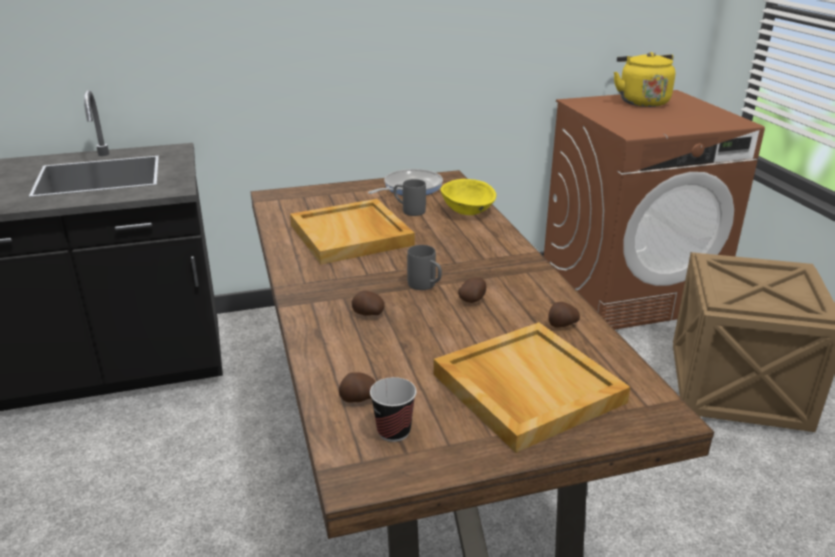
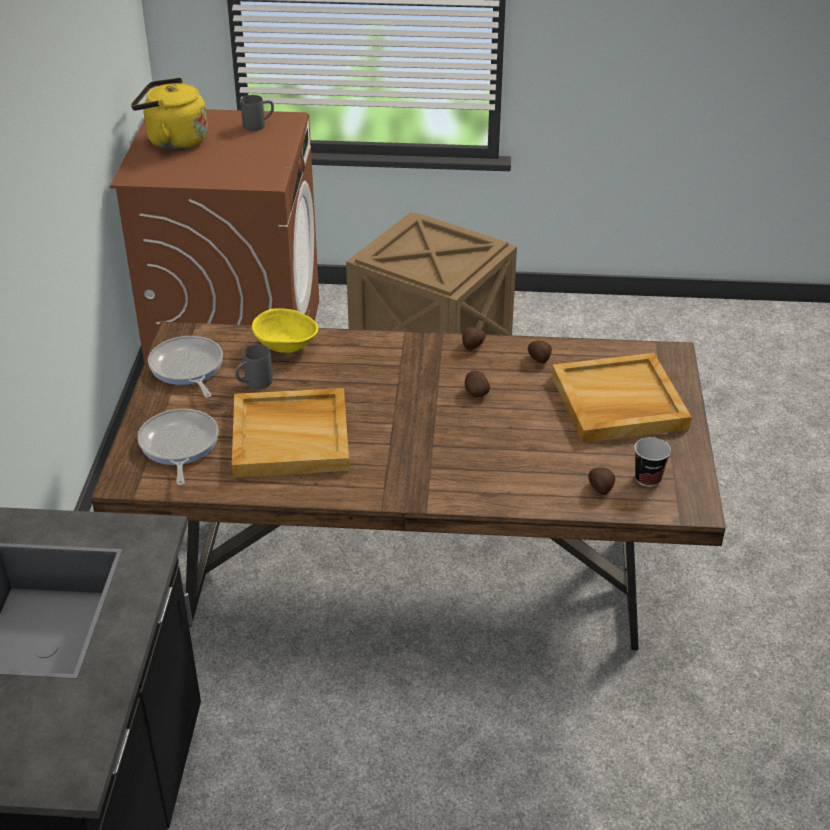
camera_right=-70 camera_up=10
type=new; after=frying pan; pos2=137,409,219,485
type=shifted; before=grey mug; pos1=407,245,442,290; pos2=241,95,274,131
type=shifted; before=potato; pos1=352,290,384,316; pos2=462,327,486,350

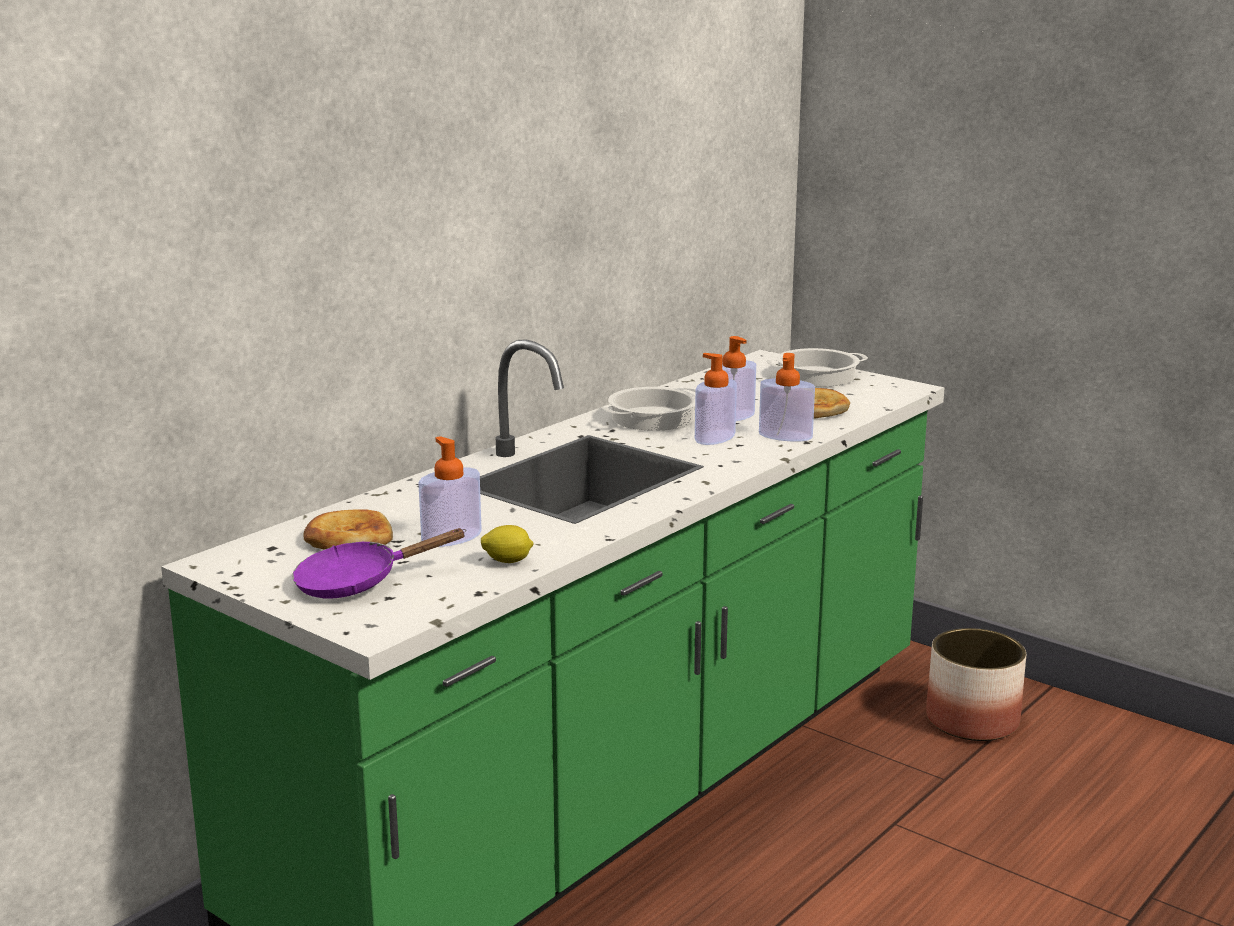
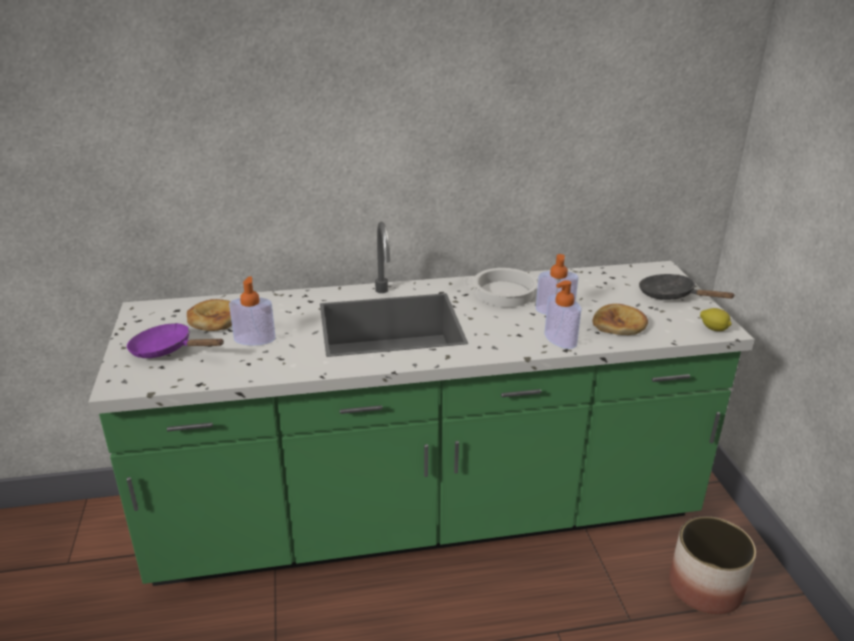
camera_right=40 camera_up=10
type=swapped; before=cooking pot; after=black frying pan; pos1=766,348,868,386; pos2=639,274,736,300
type=shifted; before=lemon; pos1=481,525,534,563; pos2=700,308,731,331
type=gone; before=soap dispenser; pos1=695,353,737,445

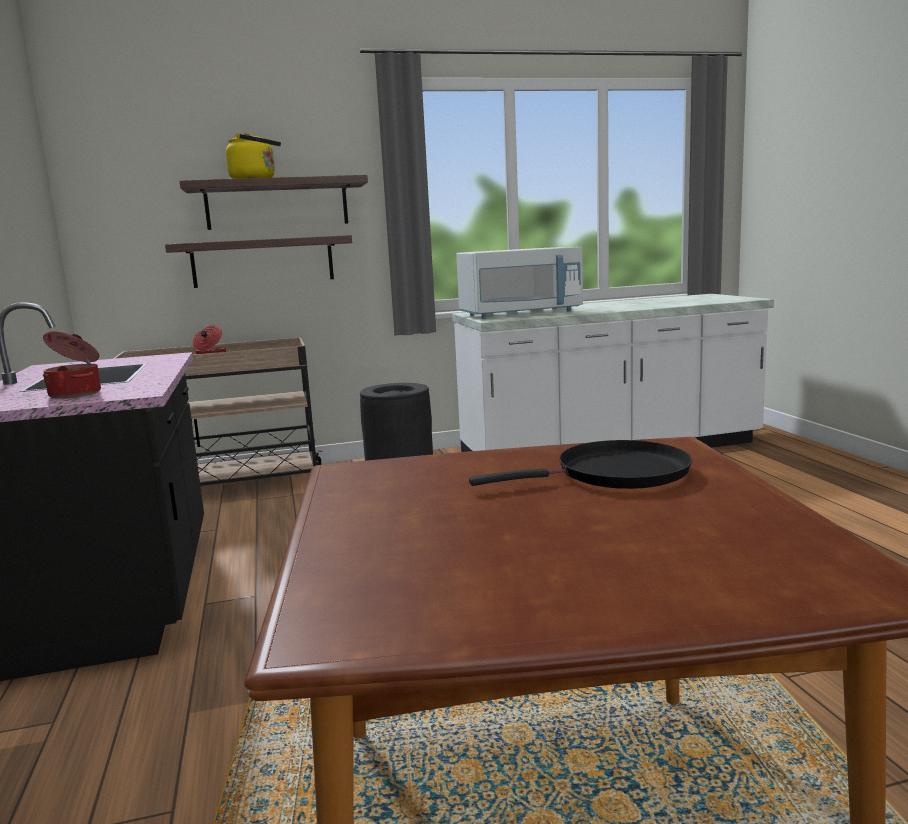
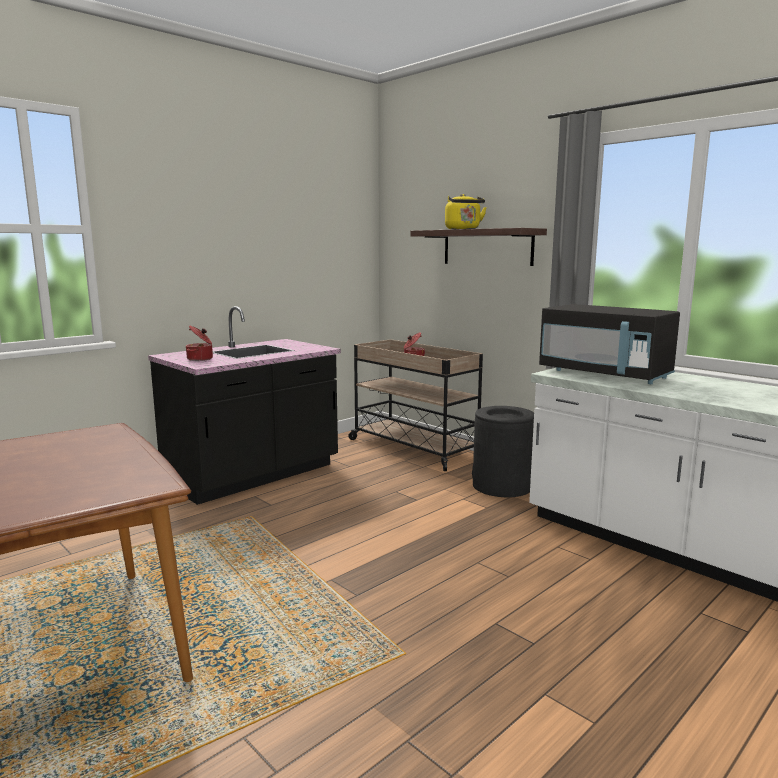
camera_right=60 camera_up=0
type=repainted; before=white microwave; after=black microwave; pos1=456,247,583,319; pos2=539,304,680,384
type=gone; before=shelf; pos1=165,235,352,288
type=gone; before=black frying pan; pos1=469,440,692,489

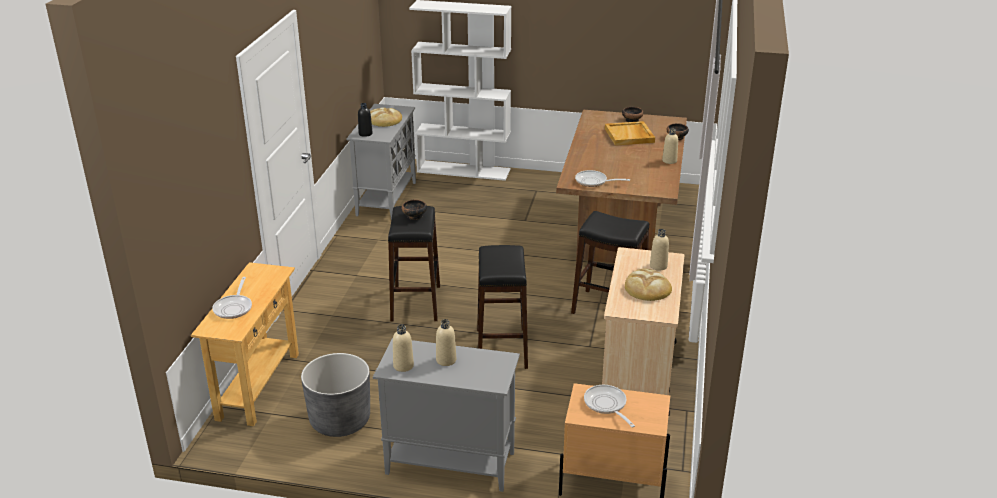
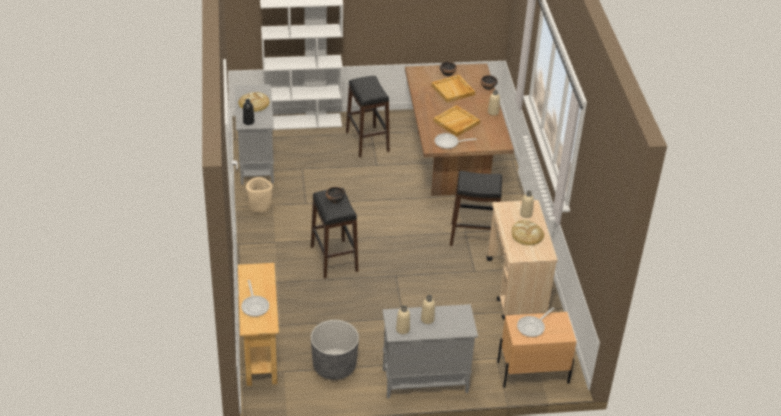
camera_right=-20 camera_up=10
type=new; after=beige planter; pos2=246,177,273,213
type=shifted; before=black stool; pos1=477,245,528,369; pos2=346,76,389,157
type=new; after=beige tray; pos2=433,105,480,137
type=rotated; before=frying pan; pos1=584,385,635,428; pos2=517,307,555,337; turn=-90

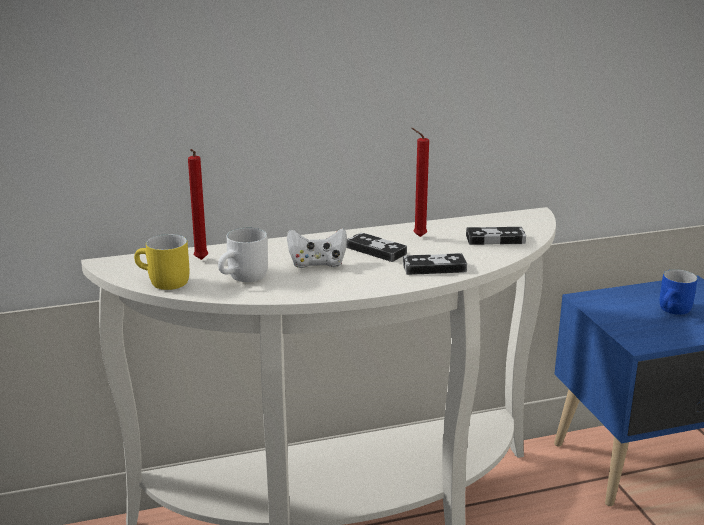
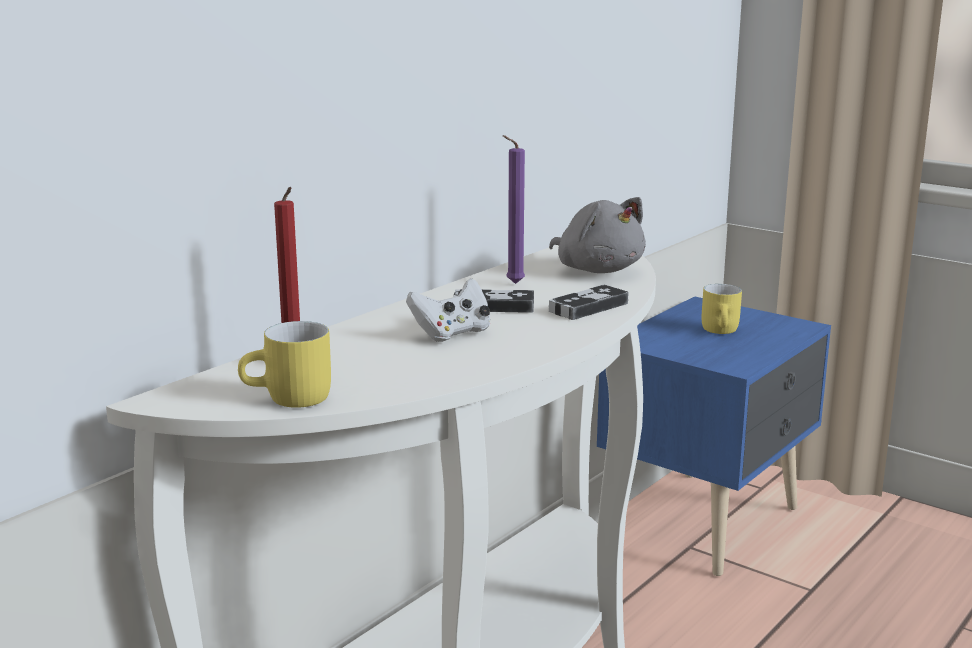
camera_right=-35 camera_up=-5
type=repainted; before=red candle; after=purple candle; pos1=411,128,429,237; pos2=503,135,525,284
type=swapped; before=game controller; after=grey plush toy; pos1=466,227,526,245; pos2=549,197,646,273
type=repainted; before=blue mug; after=yellow mug; pos1=660,269,698,315; pos2=702,284,742,334
type=gone; before=white mug; pos1=218,228,268,282

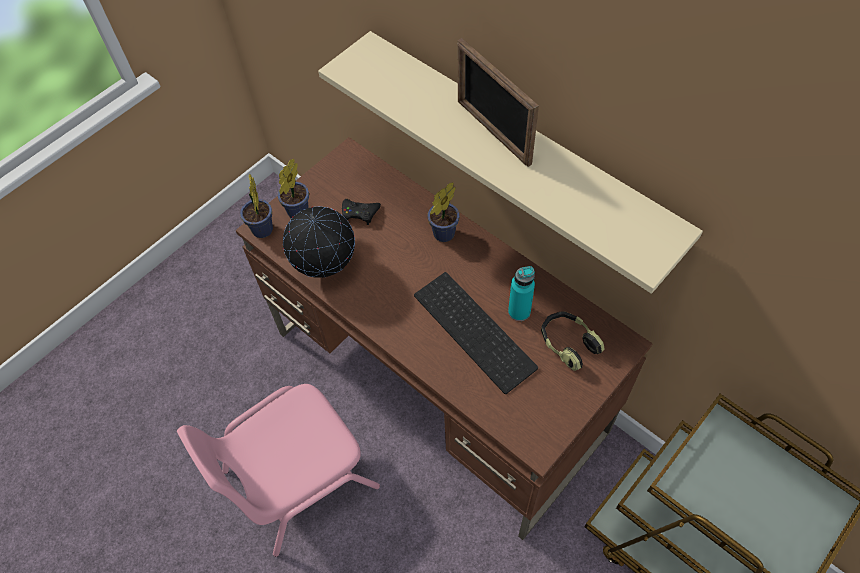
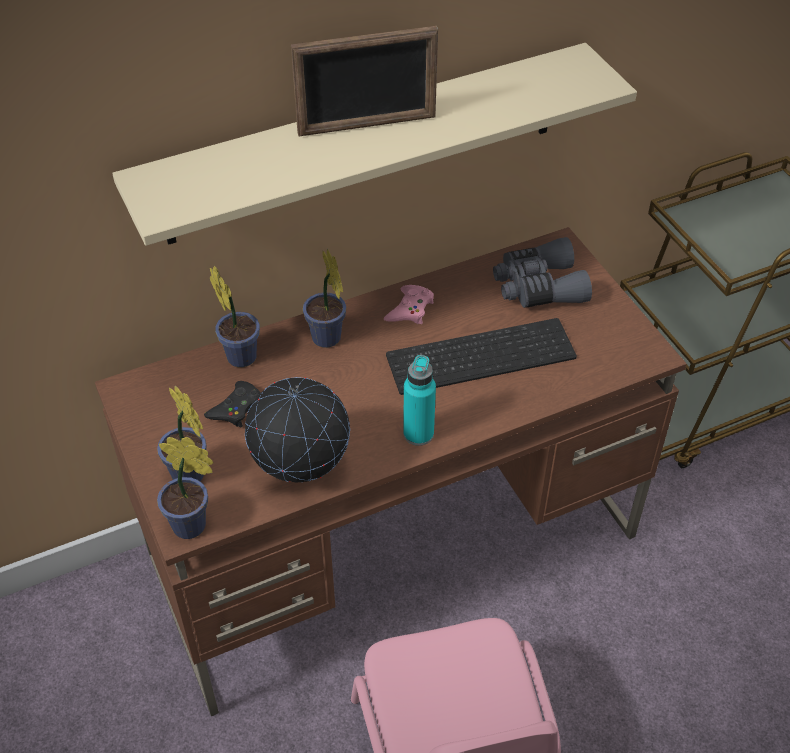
camera_right=-70 camera_up=-10
type=new; after=potted plant; pos2=210,266,260,368
type=new; after=pink game controller; pos2=384,285,434,324
type=shifted; before=turquoise bottle; pos1=508,266,535,321; pos2=403,355,436,446
type=swapped; before=headphones; after=grey binoculars; pos1=541,311,605,371; pos2=493,237,592,308

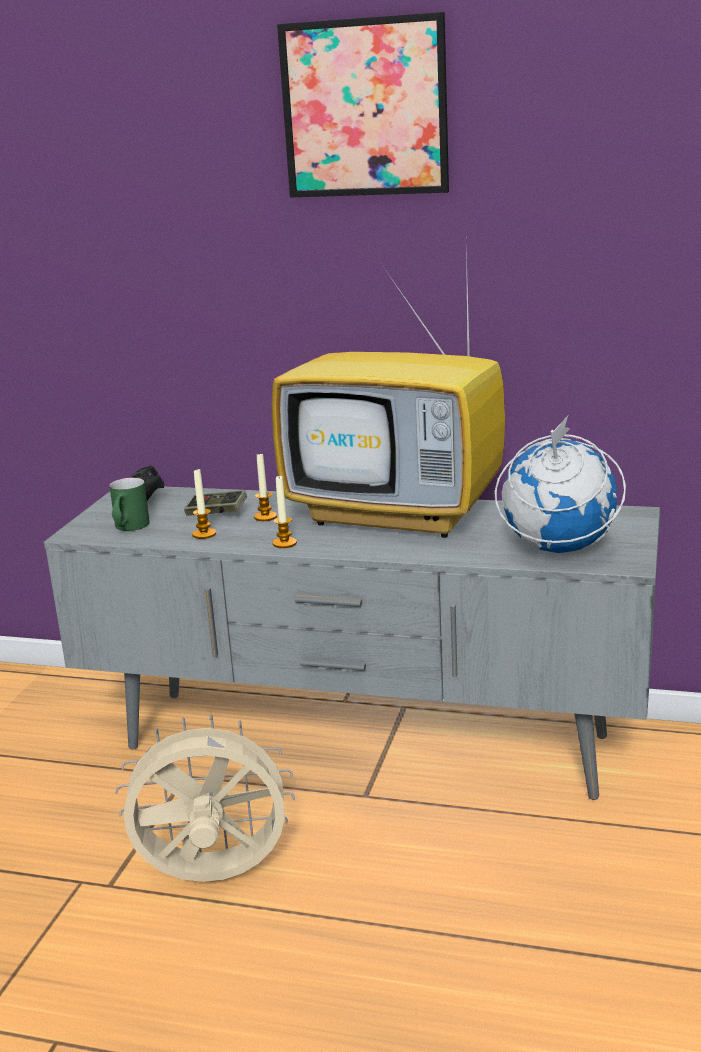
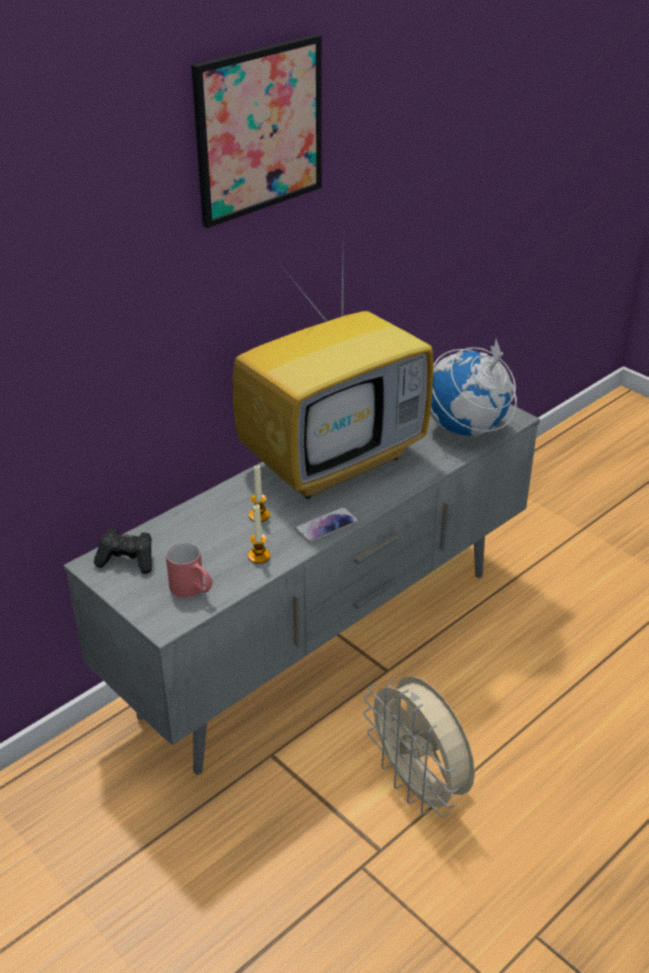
camera_right=-60 camera_up=15
type=repainted; before=green mug; after=red mug; pos1=109,478,150,531; pos2=166,542,213,598
type=swapped; before=candle; after=phone; pos1=272,476,297,548; pos2=295,507,359,543
type=rotated; before=beige fan; pos1=116,715,295,882; pos2=363,676,475,817; turn=-60
type=gone; before=game controller; pos1=184,490,247,516

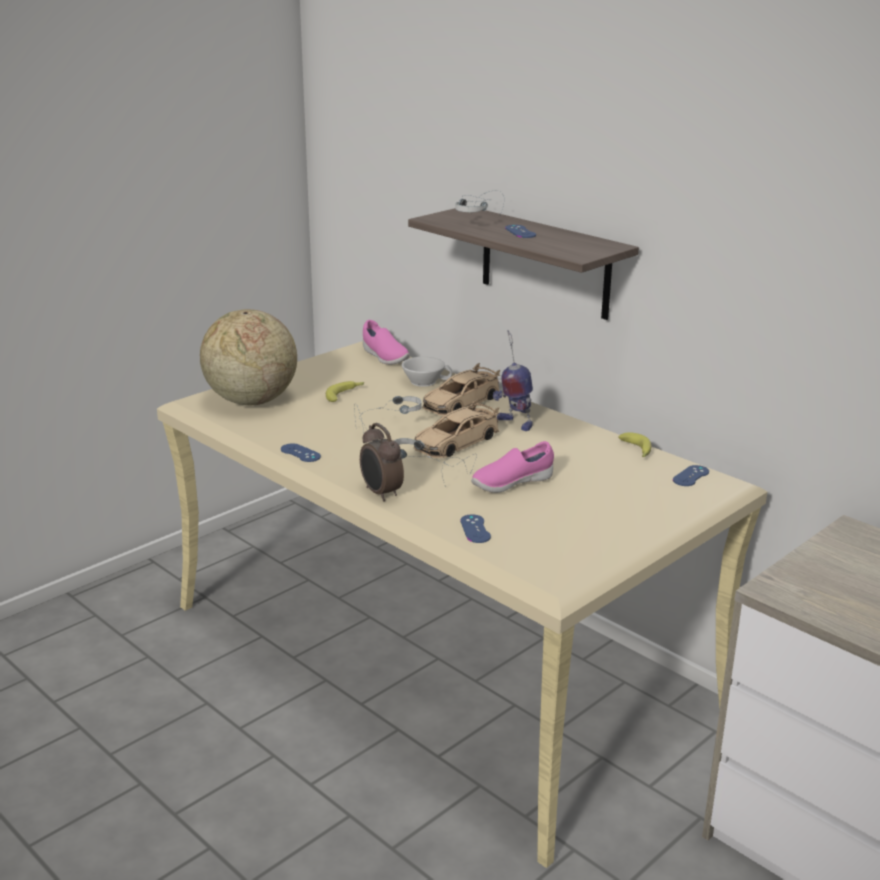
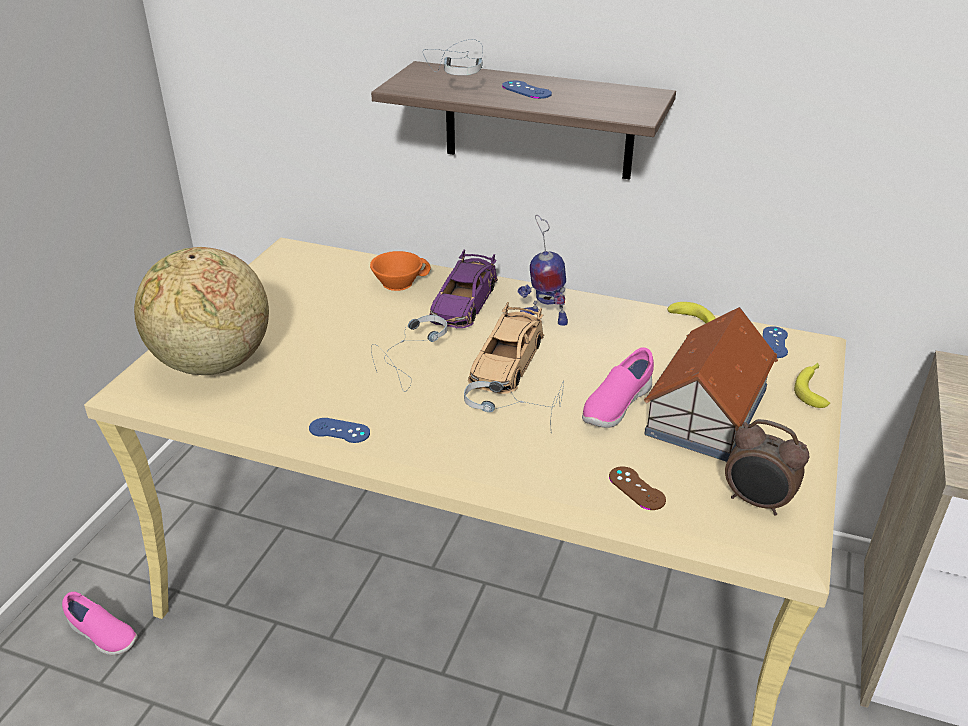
camera_right=-25 camera_up=10
type=shifted; before=pink shoe; pos1=363,320,410,365; pos2=62,592,138,655
type=repainted; before=white cup; after=orange cup; pos1=402,357,452,387; pos2=370,251,431,291
type=repainted; before=beige toy car; after=purple toy car; pos1=422,363,500,416; pos2=430,250,498,328
type=repainted; before=blue game controller; after=brown game controller; pos1=460,514,491,543; pos2=609,466,666,510
type=new; after=toy house; pos2=644,307,778,462
type=shifted; before=alarm clock; pos1=360,423,404,502; pos2=725,419,809,516
type=shifted; before=banana; pos1=326,381,364,402; pos2=794,363,830,408

